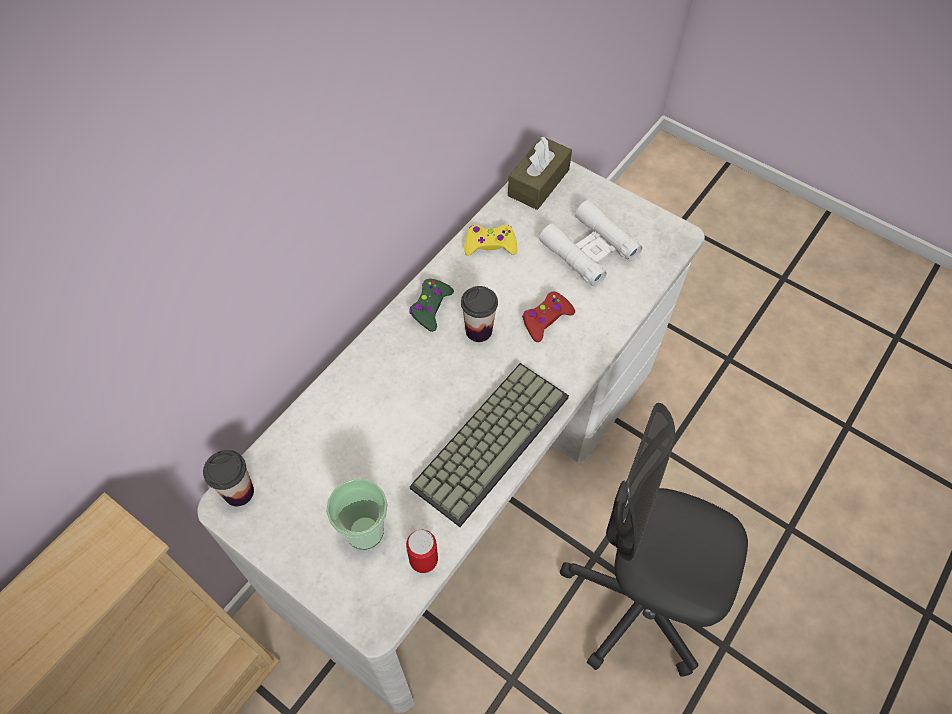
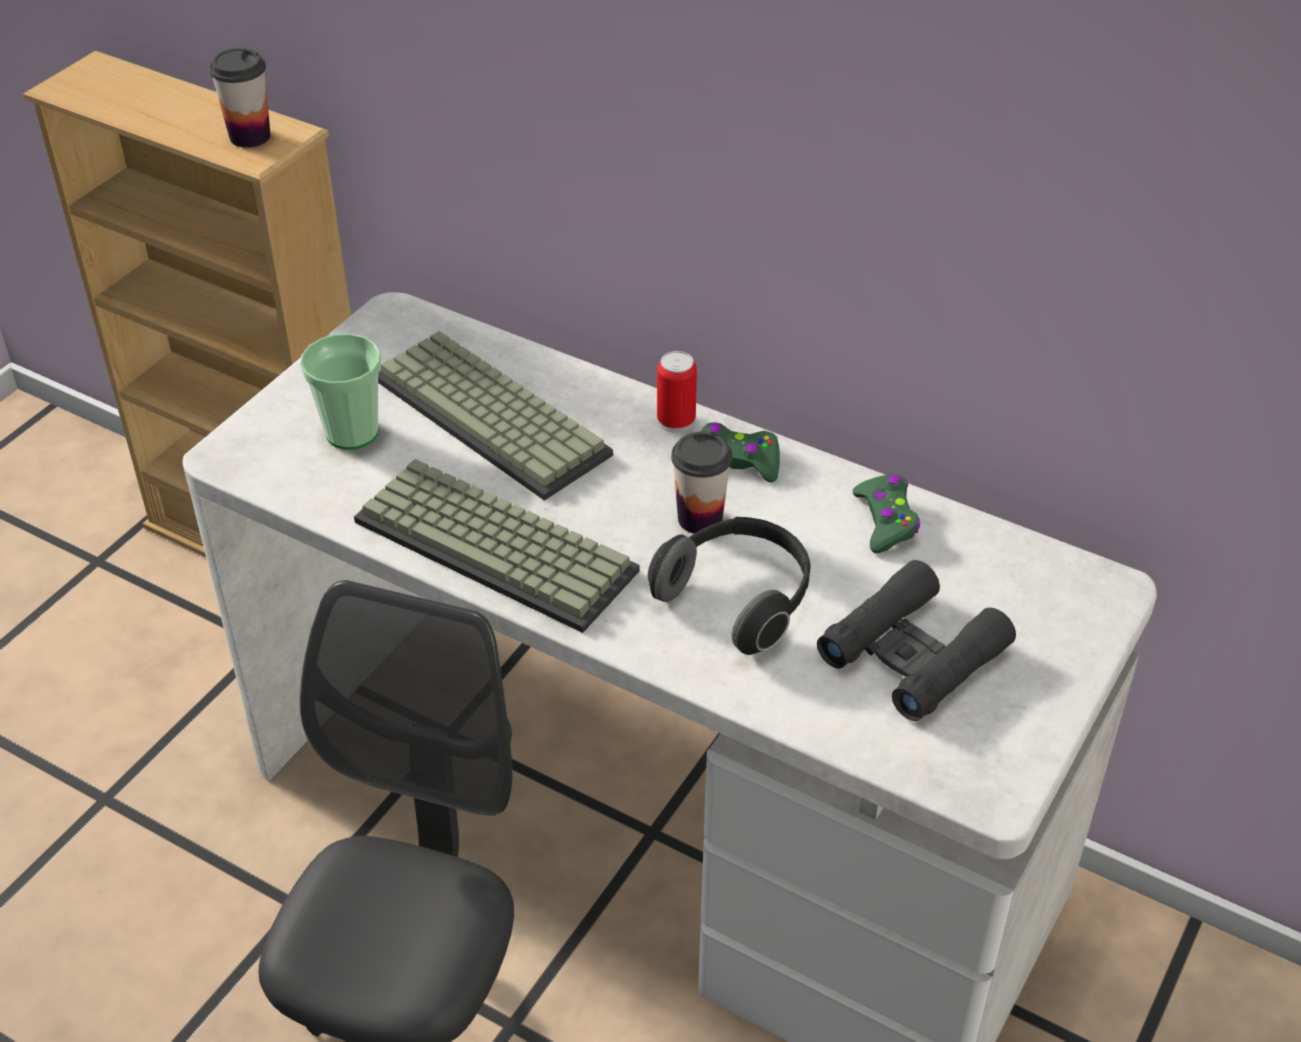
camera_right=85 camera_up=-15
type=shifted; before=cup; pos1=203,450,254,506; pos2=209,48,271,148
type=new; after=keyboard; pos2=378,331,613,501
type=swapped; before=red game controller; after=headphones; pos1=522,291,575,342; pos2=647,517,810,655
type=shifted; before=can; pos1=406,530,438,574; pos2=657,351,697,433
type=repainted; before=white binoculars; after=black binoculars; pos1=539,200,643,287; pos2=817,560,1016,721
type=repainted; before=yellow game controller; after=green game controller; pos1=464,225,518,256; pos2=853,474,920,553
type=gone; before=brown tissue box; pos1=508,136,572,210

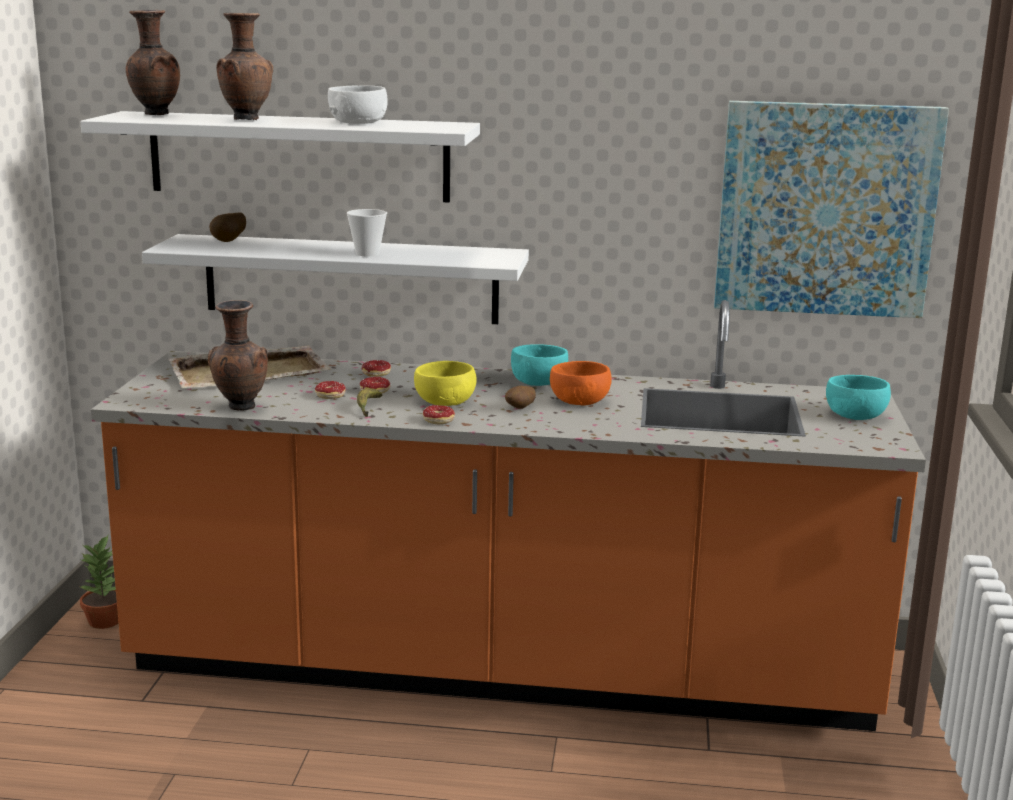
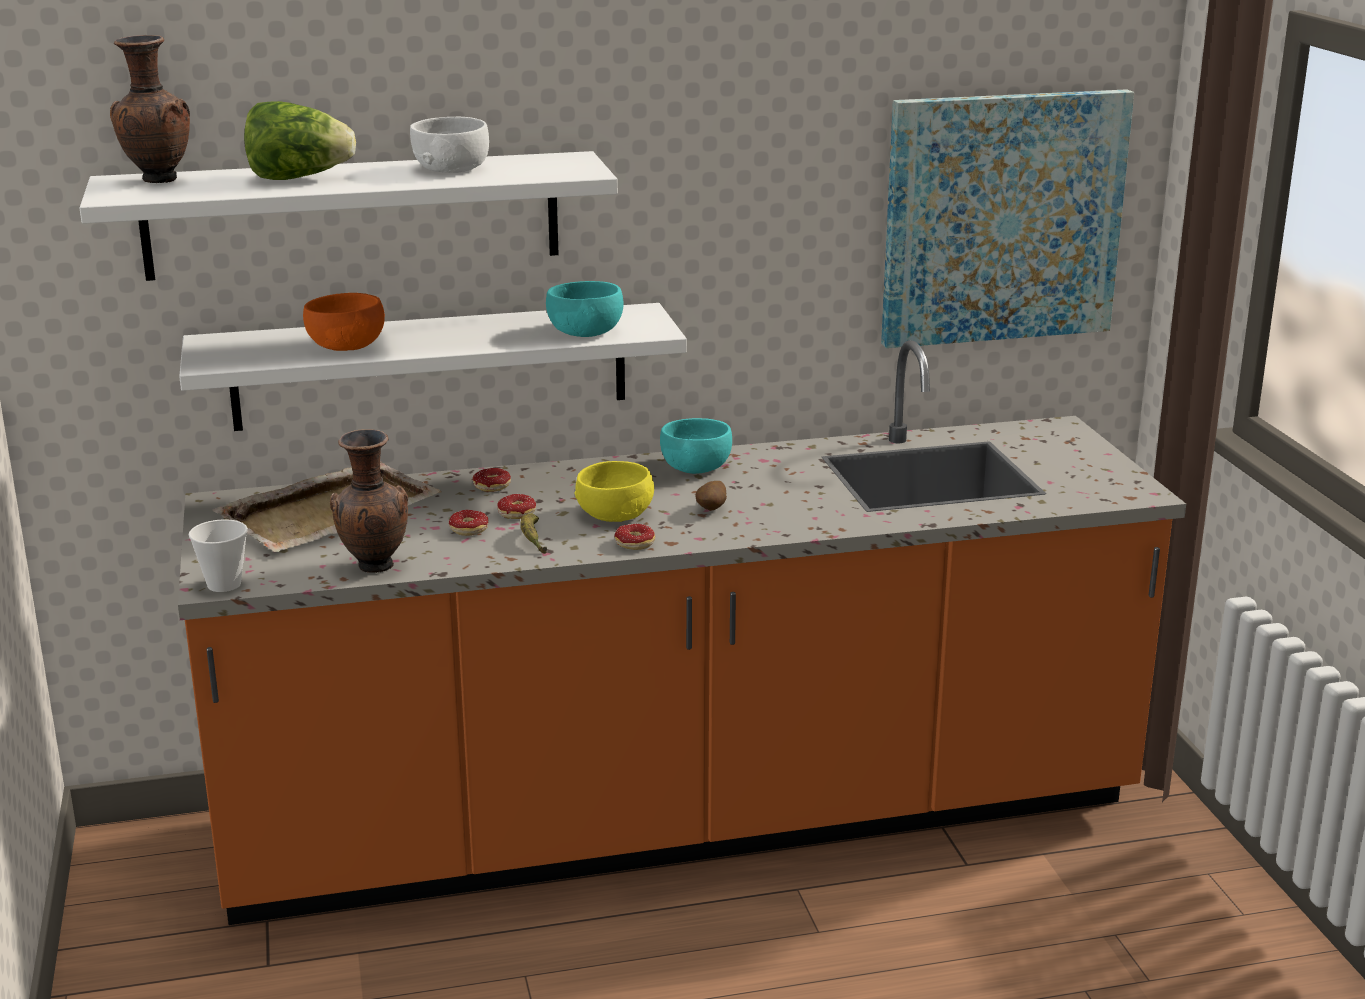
camera_right=-20 camera_up=5
type=shifted; before=cup; pos1=347,209,387,256; pos2=189,519,248,592
type=swapped; before=brown vase; after=lettuce; pos1=216,13,273,120; pos2=244,101,356,180
type=shifted; before=orange bowl; pos1=550,361,612,406; pos2=303,293,385,351
type=shifted; before=turquoise bowl; pos1=826,375,891,420; pos2=546,281,624,337
type=gone; before=potted plant; pos1=78,535,119,629
type=gone; before=potato; pos1=209,213,246,242

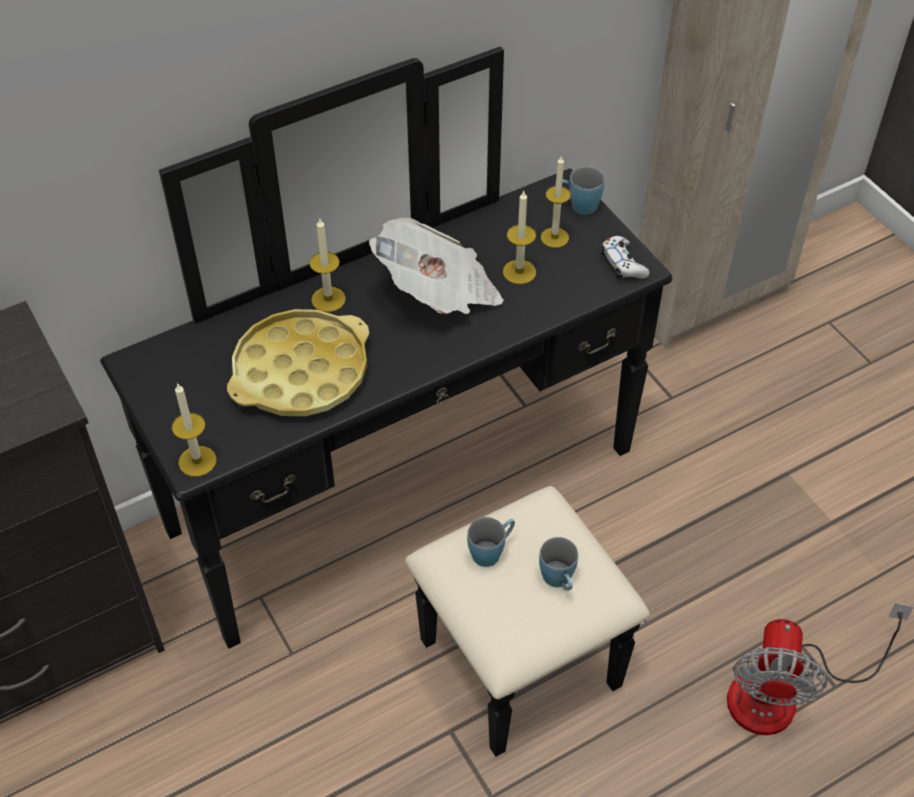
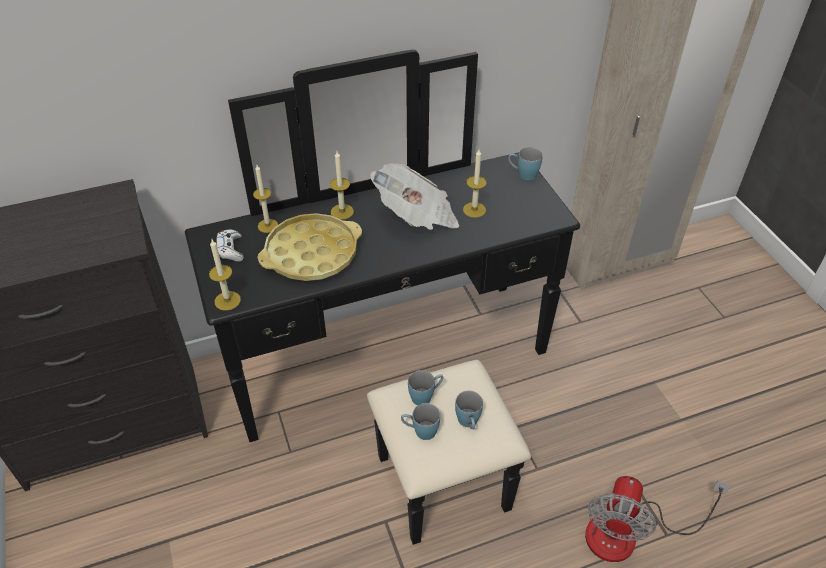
camera_right=10 camera_up=-5
type=shifted; before=white game controller; pos1=601,236,649,279; pos2=216,229,244,262
type=shifted; before=candle; pos1=541,155,571,248; pos2=253,165,278,233
type=new; after=blue mug; pos2=401,403,440,440

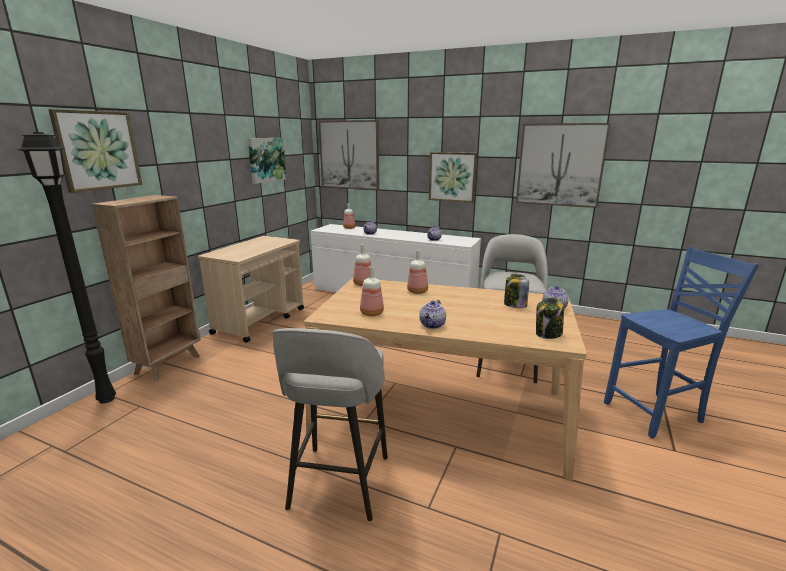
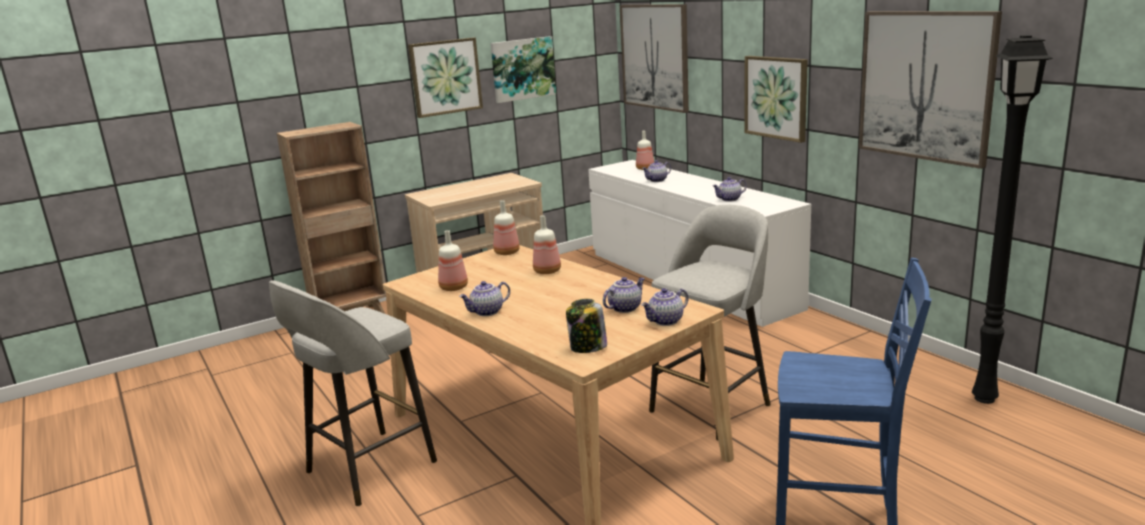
camera_right=35 camera_up=0
type=shifted; before=picture; pos1=48,109,142,193; pos2=408,37,483,118
type=swapped; before=jar; after=teapot; pos1=504,274,529,308; pos2=603,277,645,313
type=shifted; before=black floor lamp; pos1=17,132,116,404; pos2=972,35,1053,404

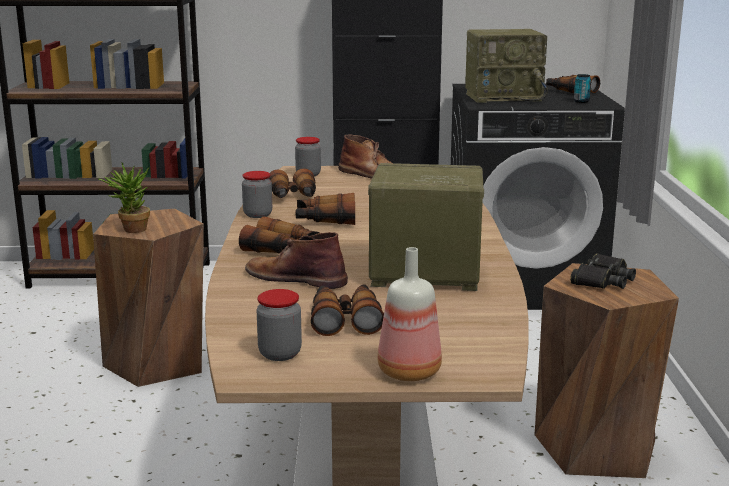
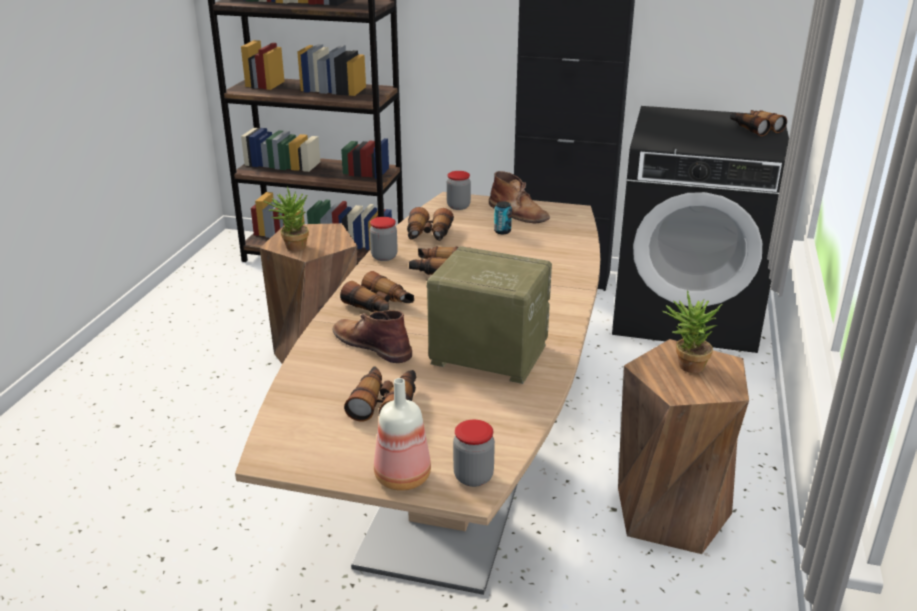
camera_right=15 camera_up=10
type=shifted; before=jar; pos1=257,289,302,361; pos2=453,420,495,487
type=shifted; before=can; pos1=574,74,591,103; pos2=494,201,512,234
type=swapped; before=black binoculars; after=potted plant; pos1=570,253,636,289; pos2=662,290,723,373
type=gone; before=radio; pos1=465,29,548,103

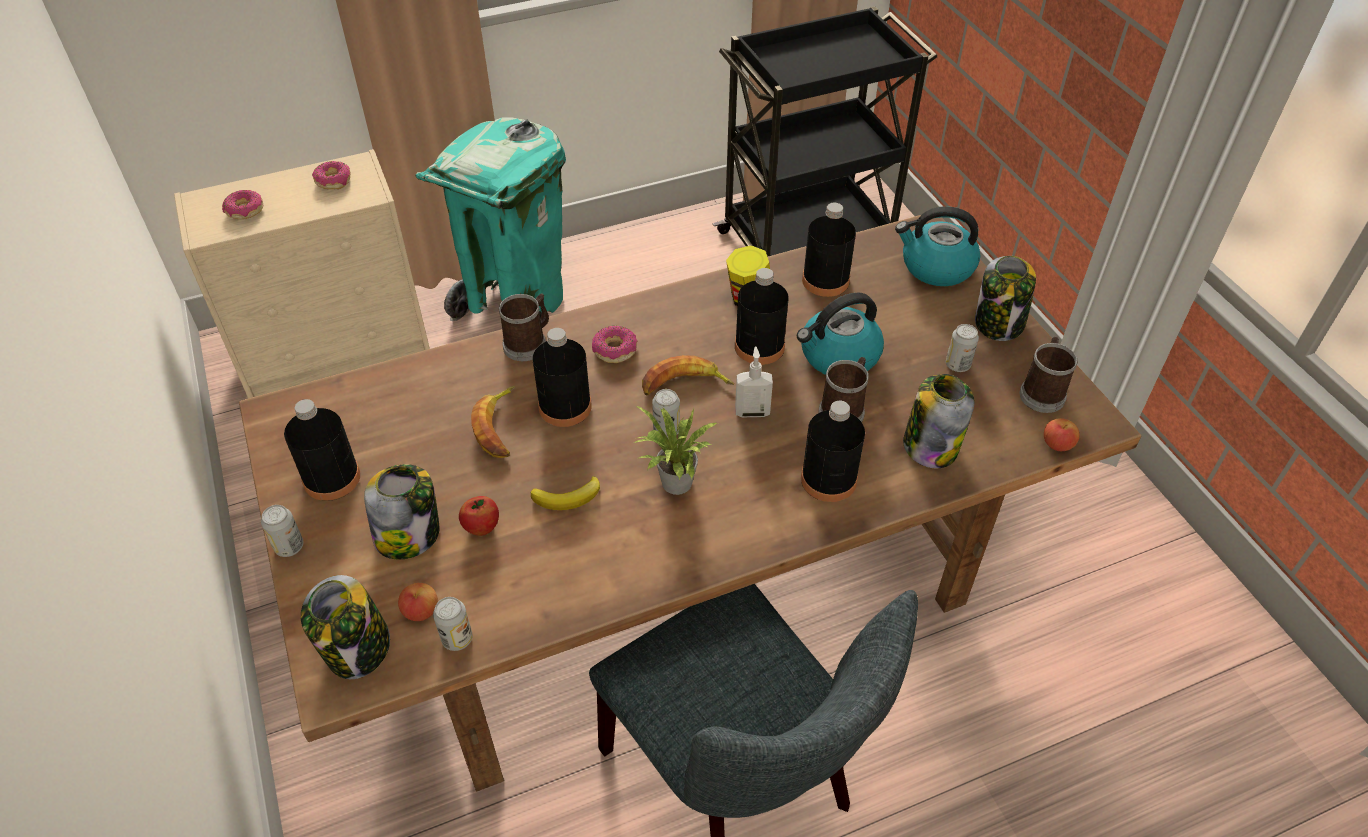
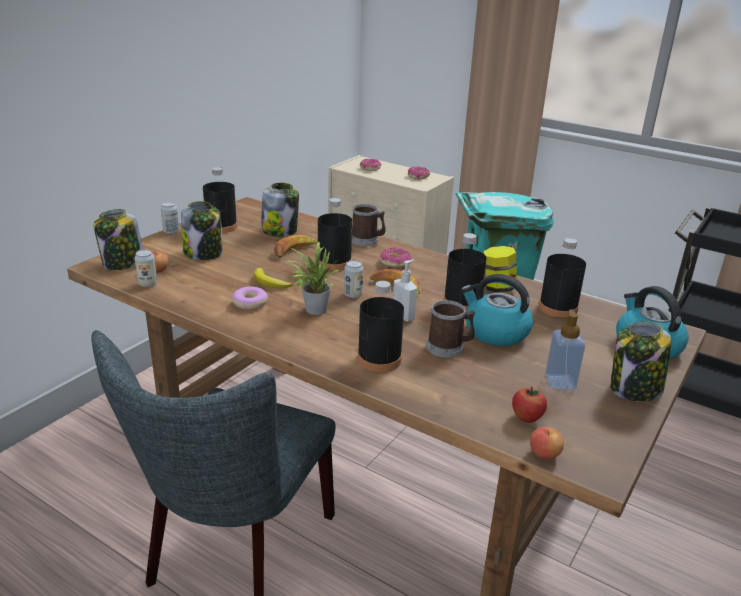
camera_right=55 camera_up=-20
type=new; after=donut; pos2=232,287,268,310
type=shifted; before=jar; pos1=903,374,975,468; pos2=261,183,299,237
type=shifted; before=apple; pos1=459,496,499,536; pos2=512,387,547,423
type=swapped; before=can; after=soap dispenser; pos1=946,324,979,372; pos2=545,309,586,390
type=gone; before=mug; pos1=1019,337,1078,413

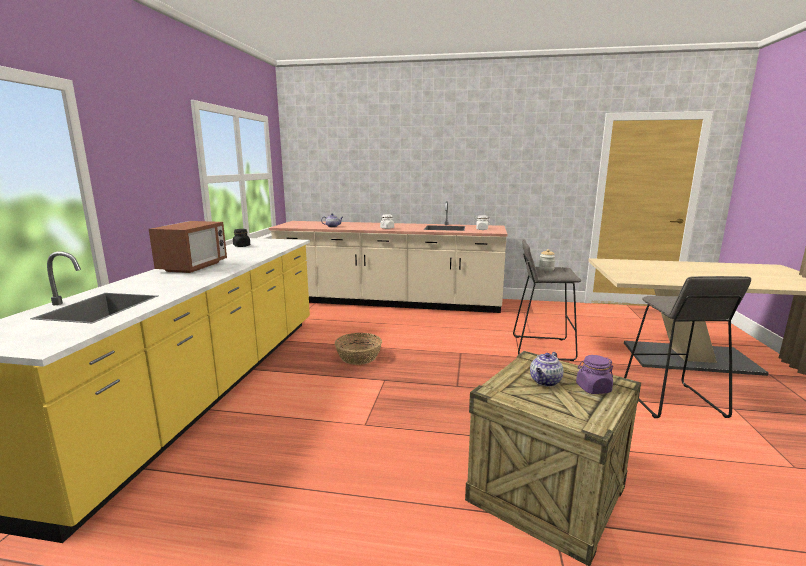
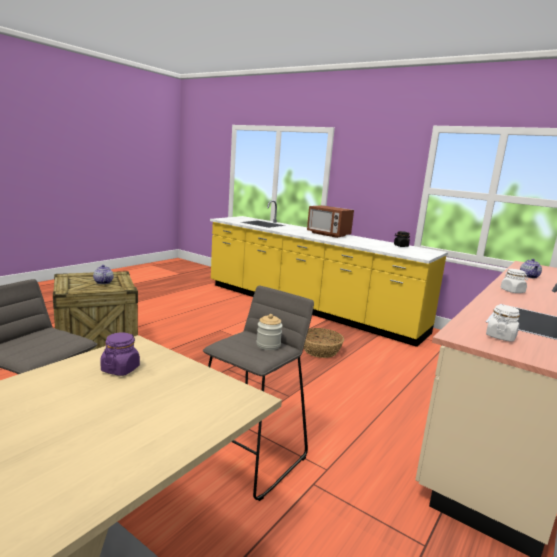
camera_right=115 camera_up=0
type=shifted; before=purple jar; pos1=576,355,613,394; pos2=100,332,140,376

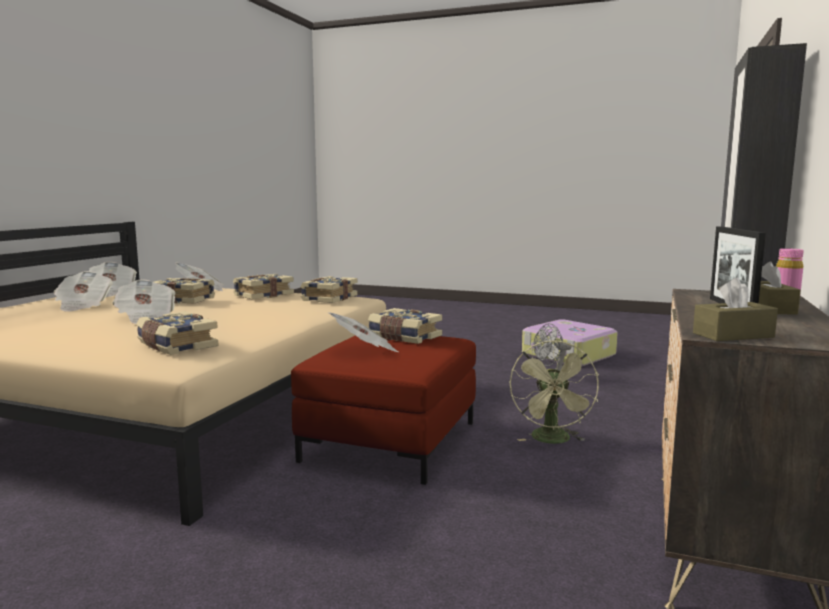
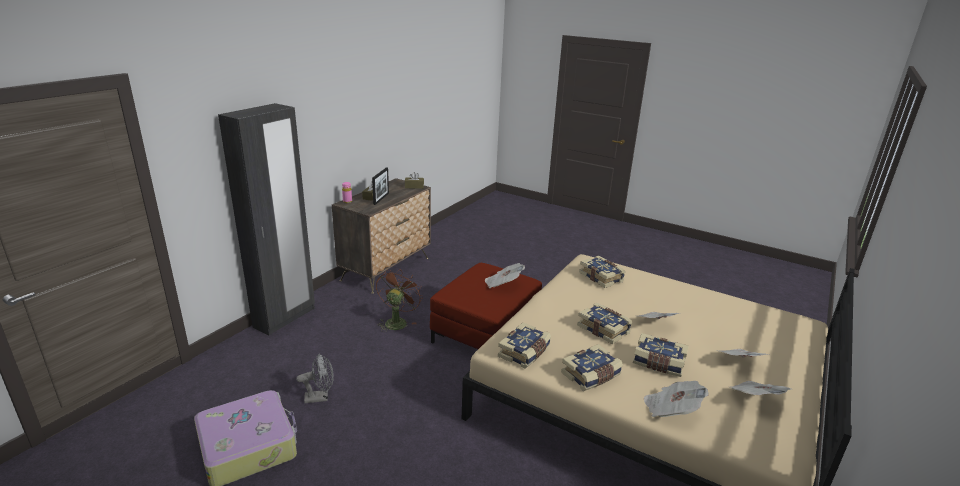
camera_right=-170 camera_up=15
type=repainted; before=green fan; after=brown fan; pos1=510,341,599,444; pos2=376,269,423,332
type=shifted; before=book; pos1=368,308,442,344; pos2=577,303,632,344

